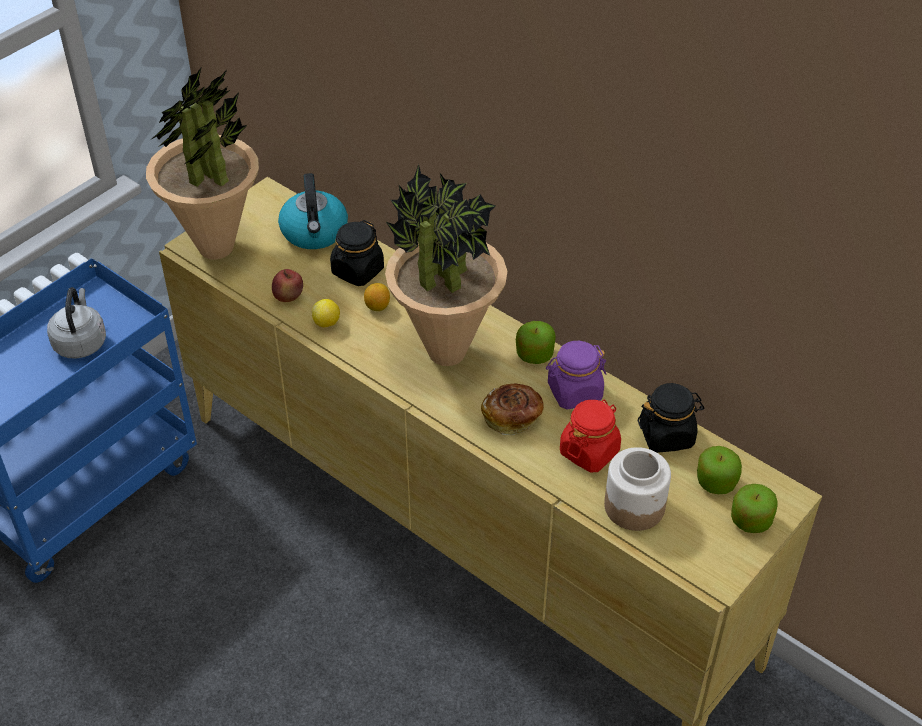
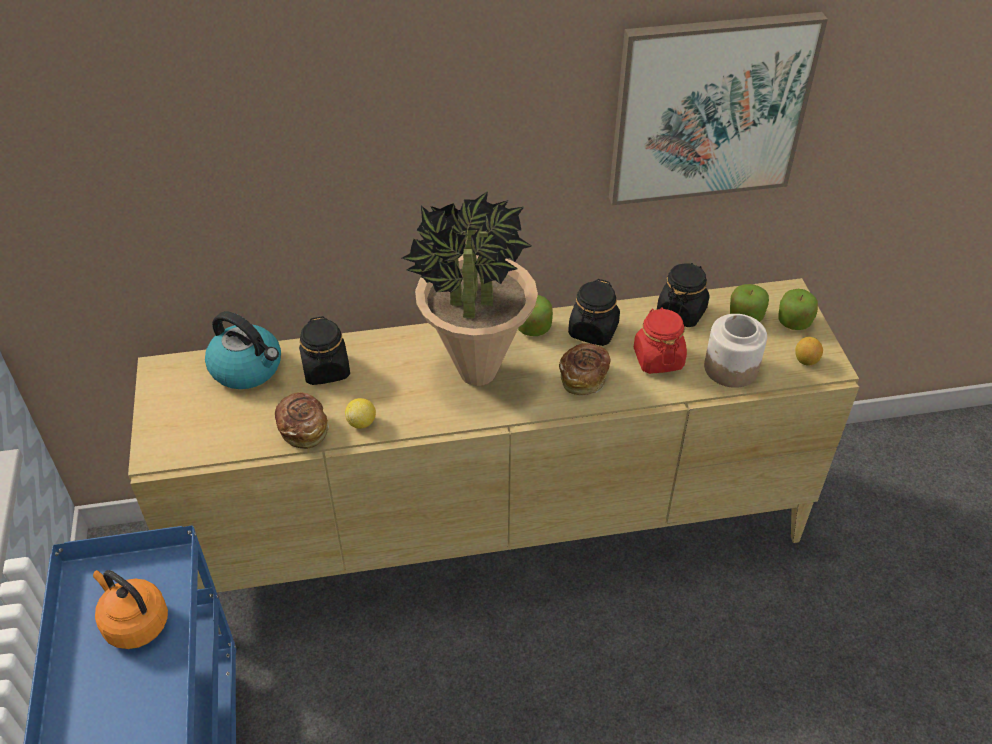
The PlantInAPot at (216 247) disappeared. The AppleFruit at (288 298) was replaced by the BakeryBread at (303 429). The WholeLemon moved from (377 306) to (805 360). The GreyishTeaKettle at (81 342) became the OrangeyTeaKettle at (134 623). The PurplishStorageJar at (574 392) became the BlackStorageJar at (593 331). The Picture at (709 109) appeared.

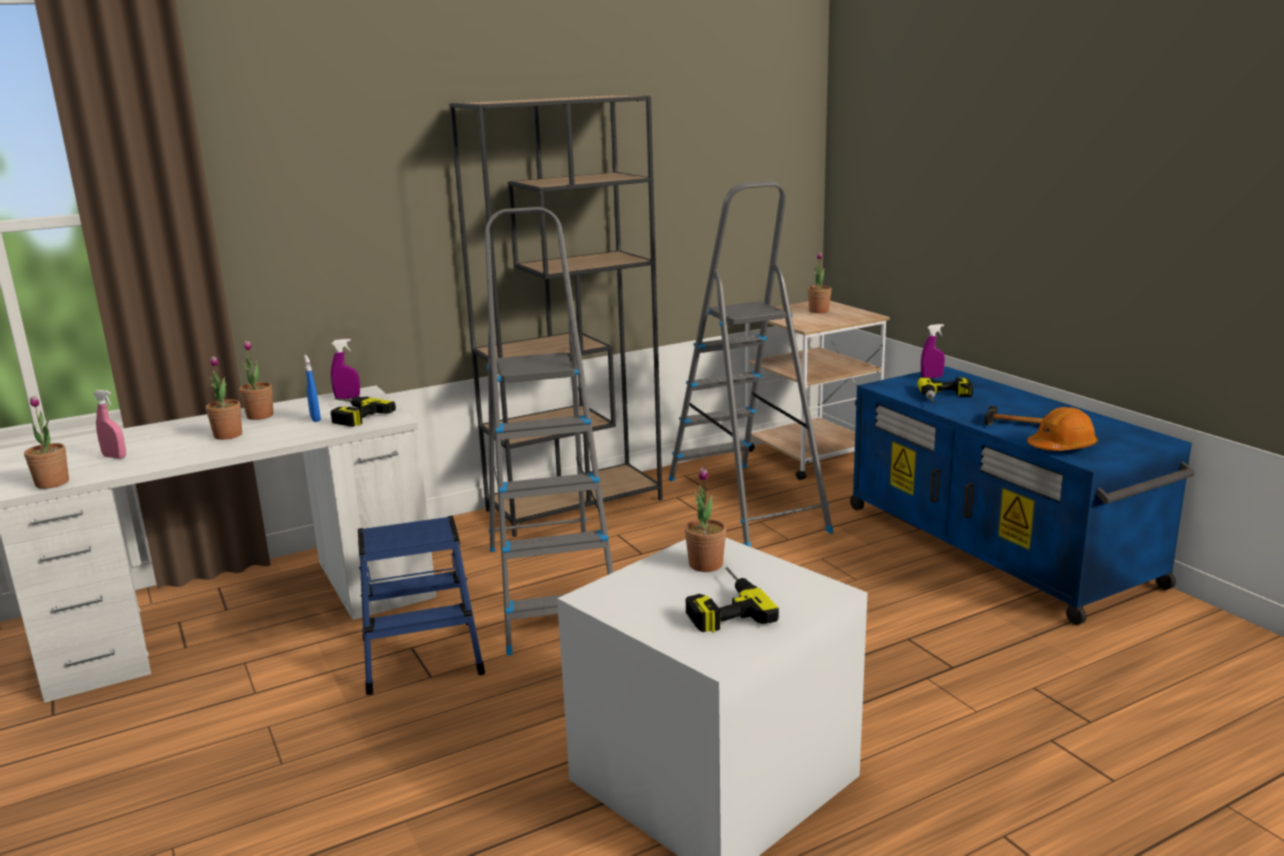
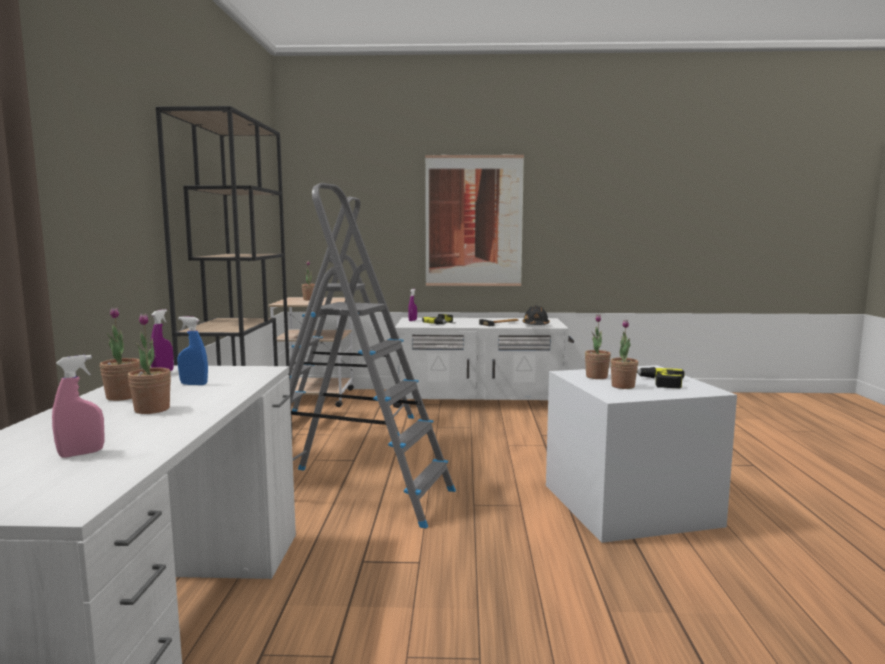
The BlueColouredCabinet at (997 546) became the WhiteCabinet at (480 399). The PlantInAPot moved from (52 483) to (623 386). The Drill at (350 415) disappeared. The OrangeyWorkHelmet at (1062 447) became the BlackWorkHelmet at (535 325). The BlueColouredStepLadder at (422 654) disappeared. The Picture at (473 221) appeared.

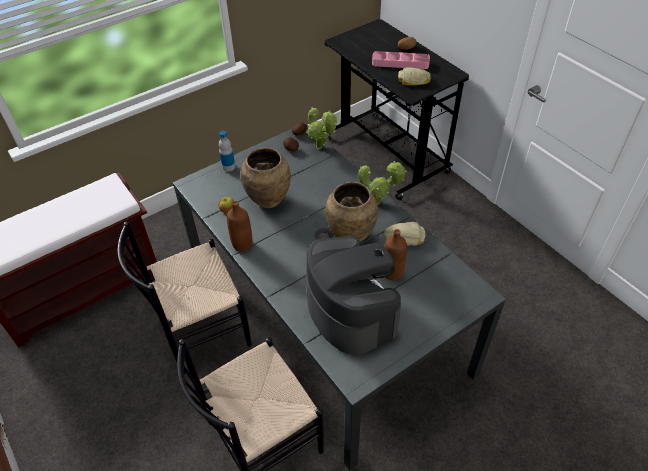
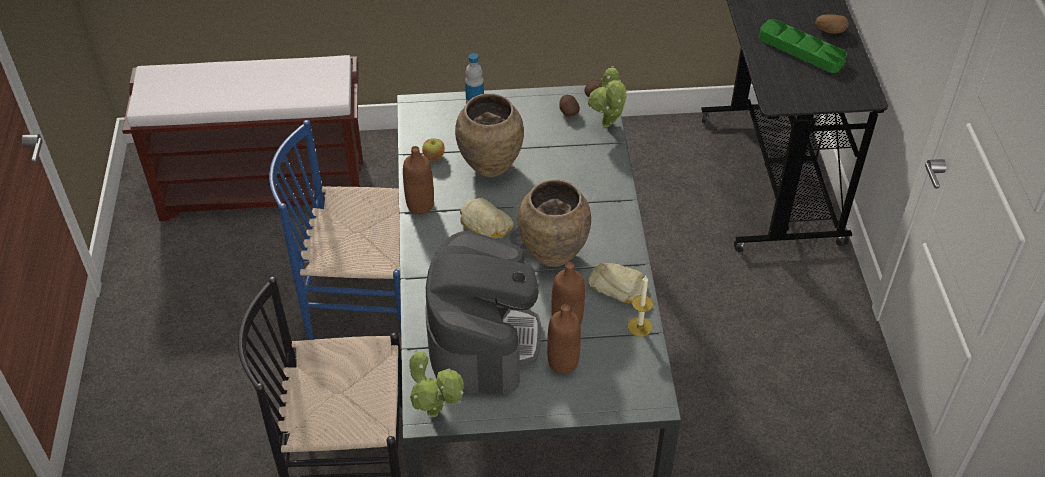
The PinkishServingTray at (400 63) became the GreenColouredServingTray at (801 50). The BakeryBread moved from (414 80) to (485 224). The PlantInAPot moved from (379 203) to (436 415). The BlackUprightChair at (199 330) became the BlueColouredUprightChair at (360 298). The WaxLight at (639 327) appeared. The BrownishDrinkBottle at (563 362) appeared.

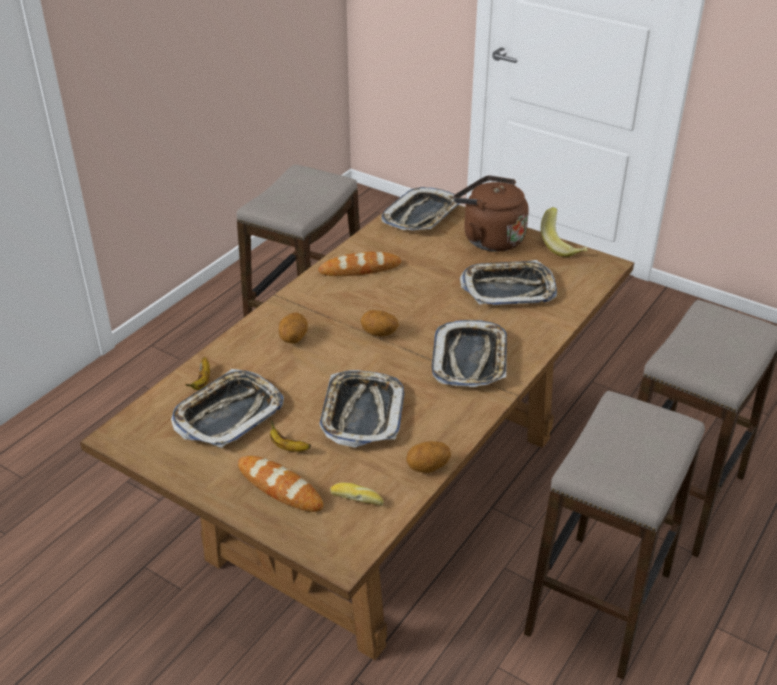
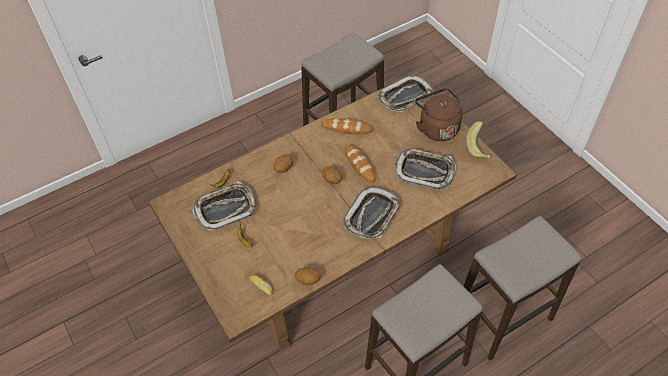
The ServingTray at (361 413) disappeared. The BakeryBread moved from (280 487) to (359 165).

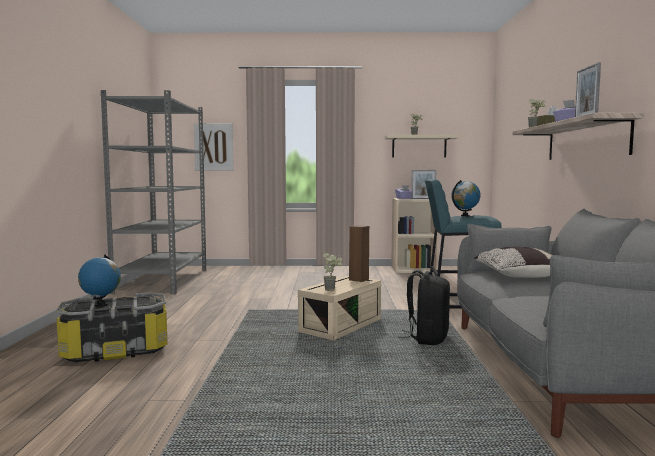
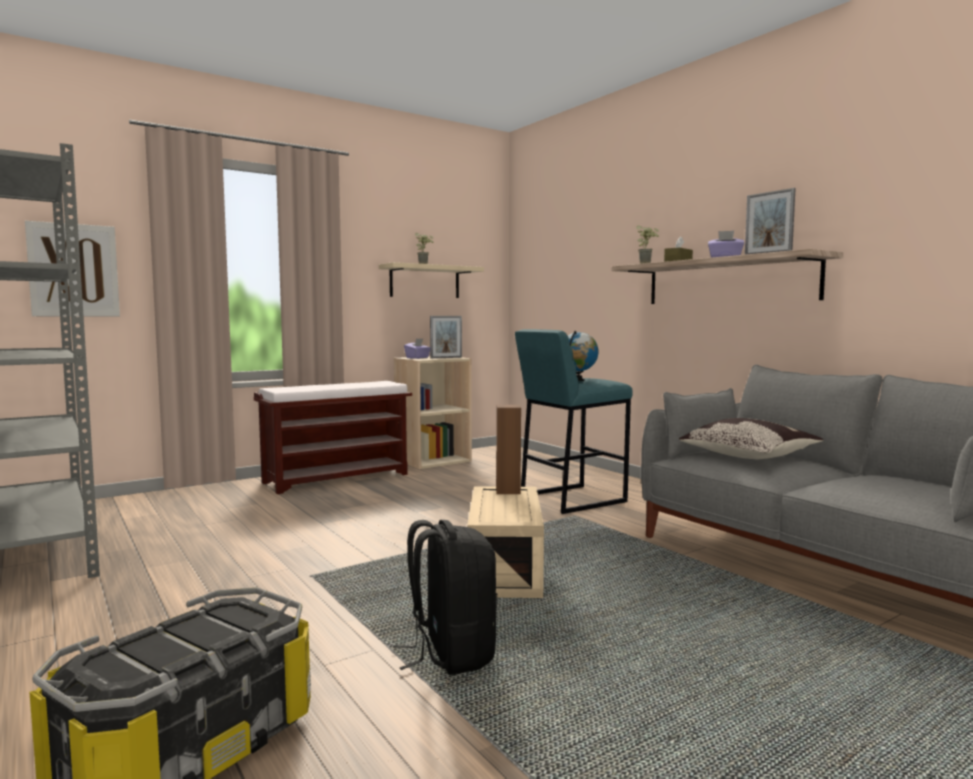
The PlantInAPot at (332 290) disappeared. The Globe at (101 305) disappeared. The BlackKnapsack moved from (427 338) to (450 653). The BrownishLongSeat at (337 478) appeared.

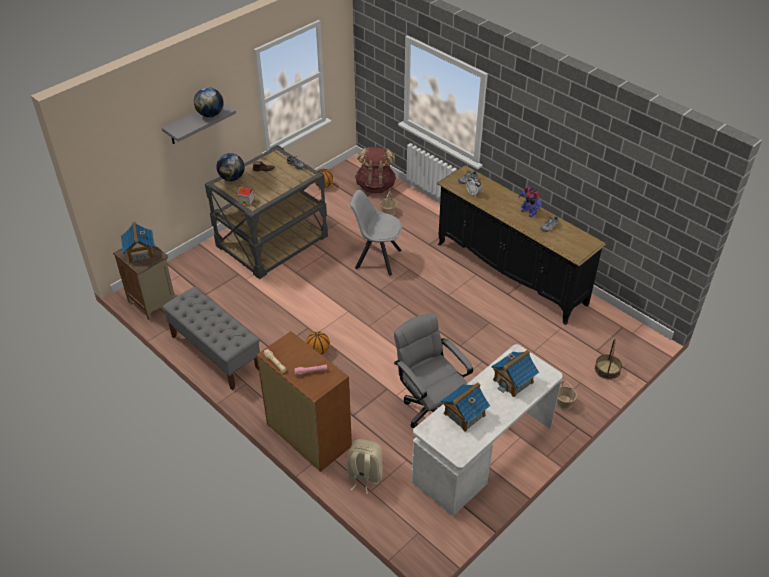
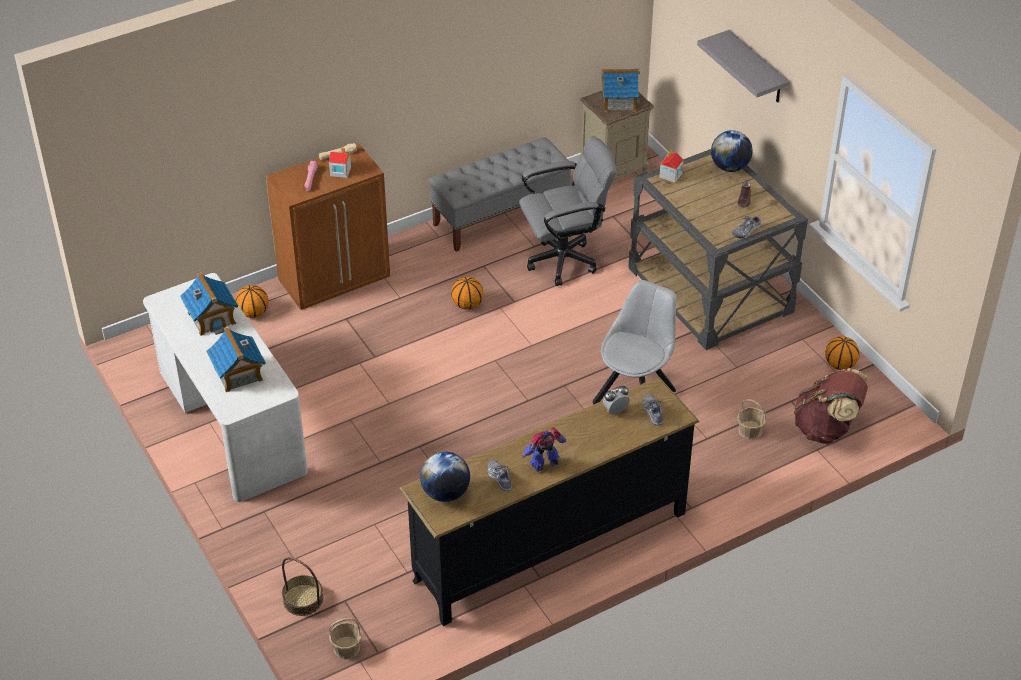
The Globe moved from (210 114) to (446 493). The GreyishOfficeChair moved from (428 409) to (565 260). The HouseholdBasket moved from (564 402) to (347 648). The BeigeColouredKnapsack at (364 476) was replaced by the BallForBasketball at (253 313). The MiniatureHouse at (340 171) appeared.

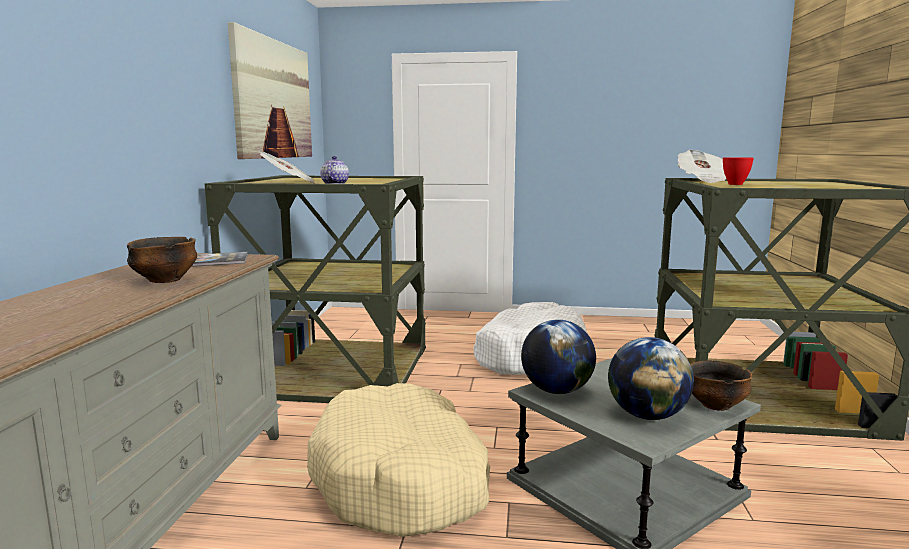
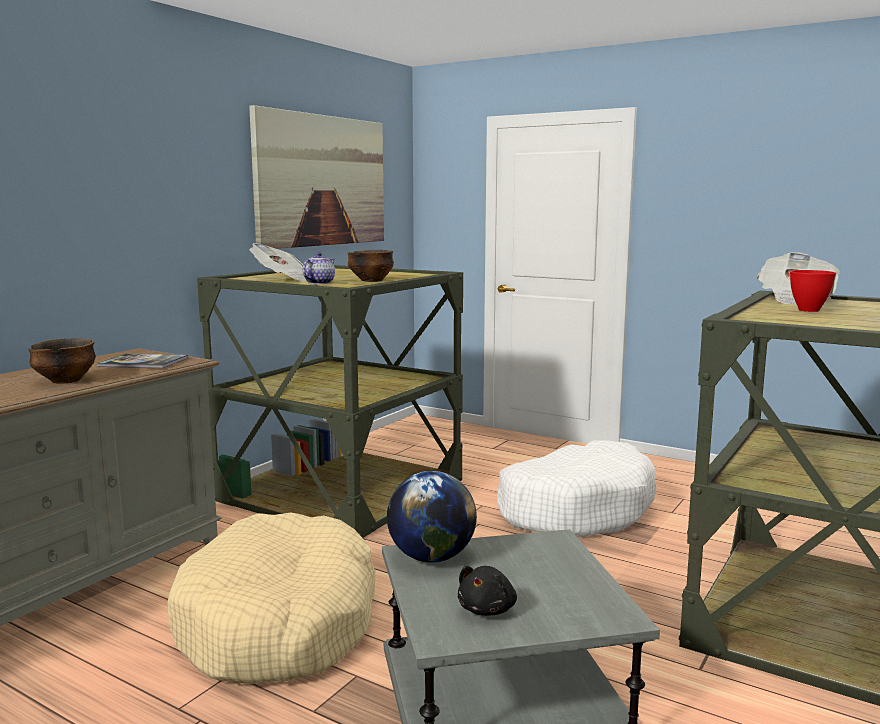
The Globe at (647 415) was replaced by the BlackCuddlyToy at (488 609). The Bowl moved from (715 406) to (371 281).

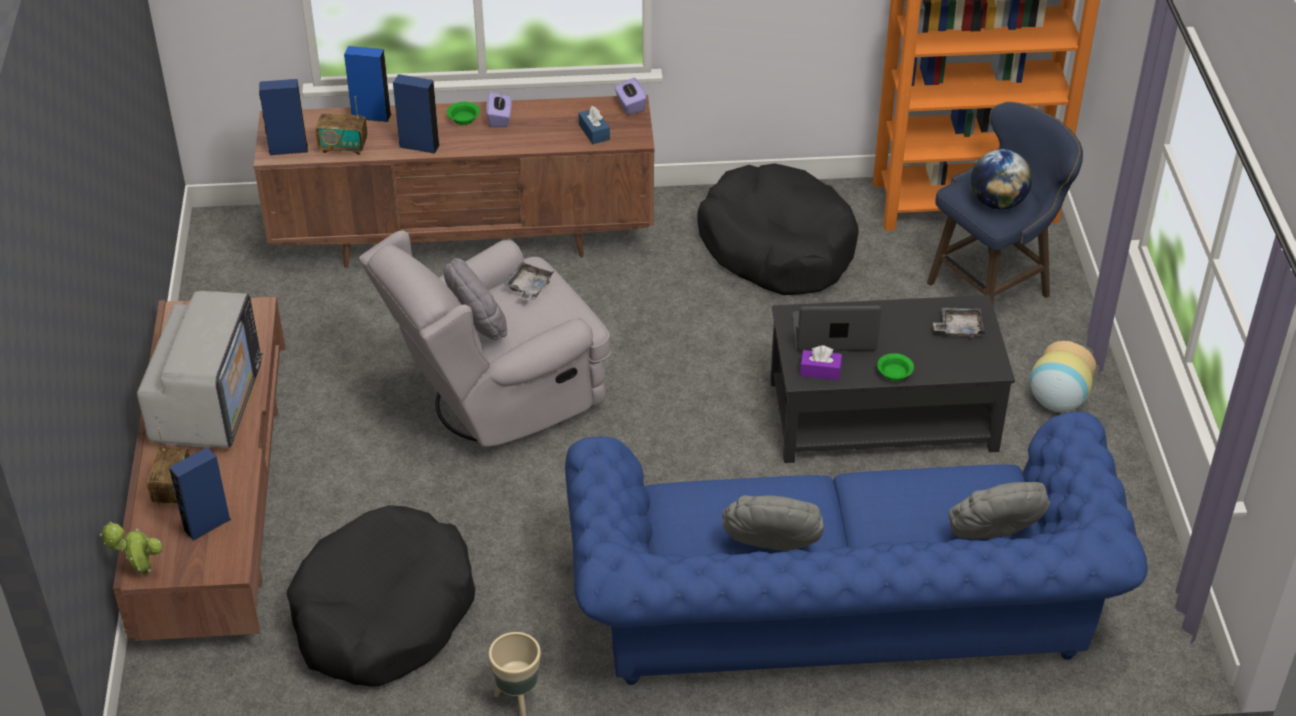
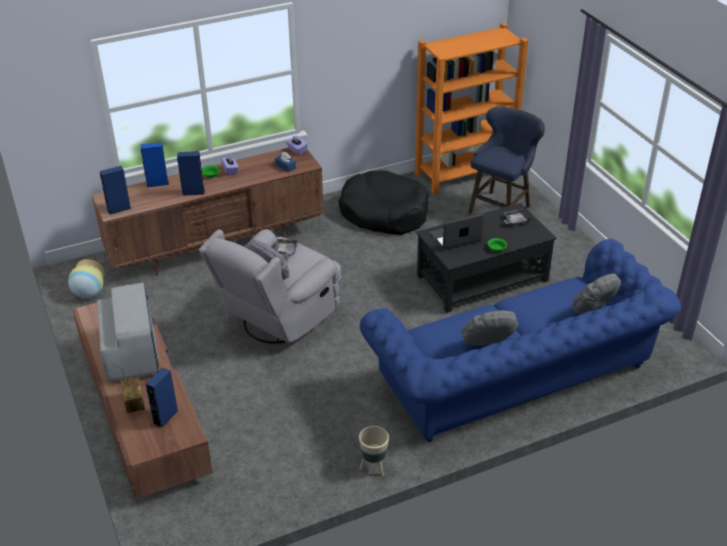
The RadioReceiver at (343 147) disappeared. The Globe at (997 203) disappeared. The DecorativeVase moved from (1057 401) to (88 293). The PurplishTissueHolder at (820 371) disappeared. The BlackPetBed at (383 614) disappeared. The PlantInAPot at (141 571) disappeared.

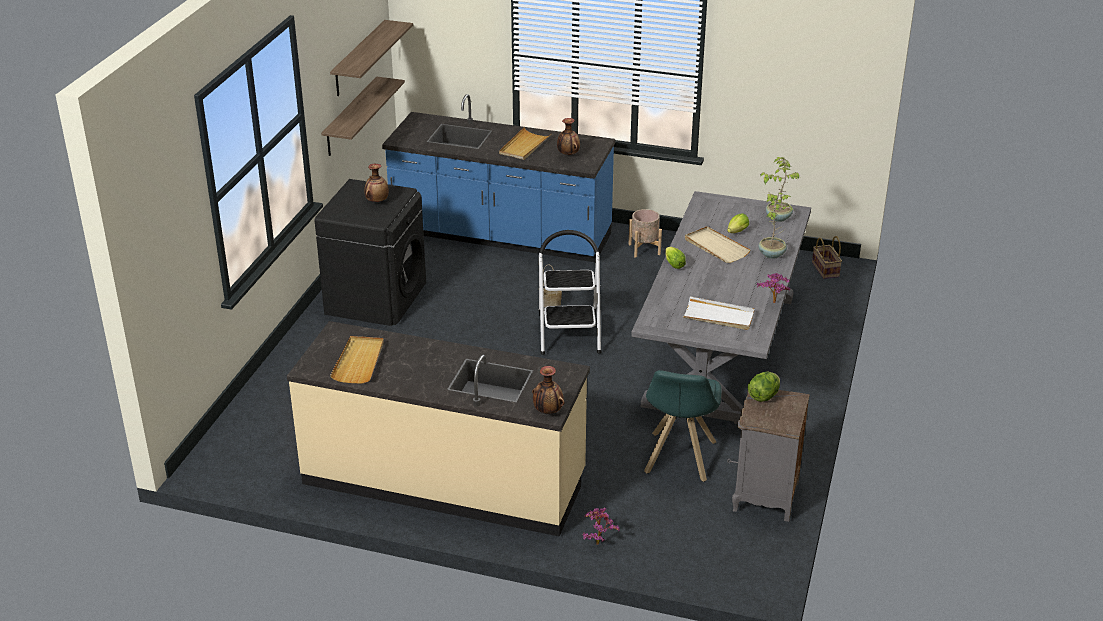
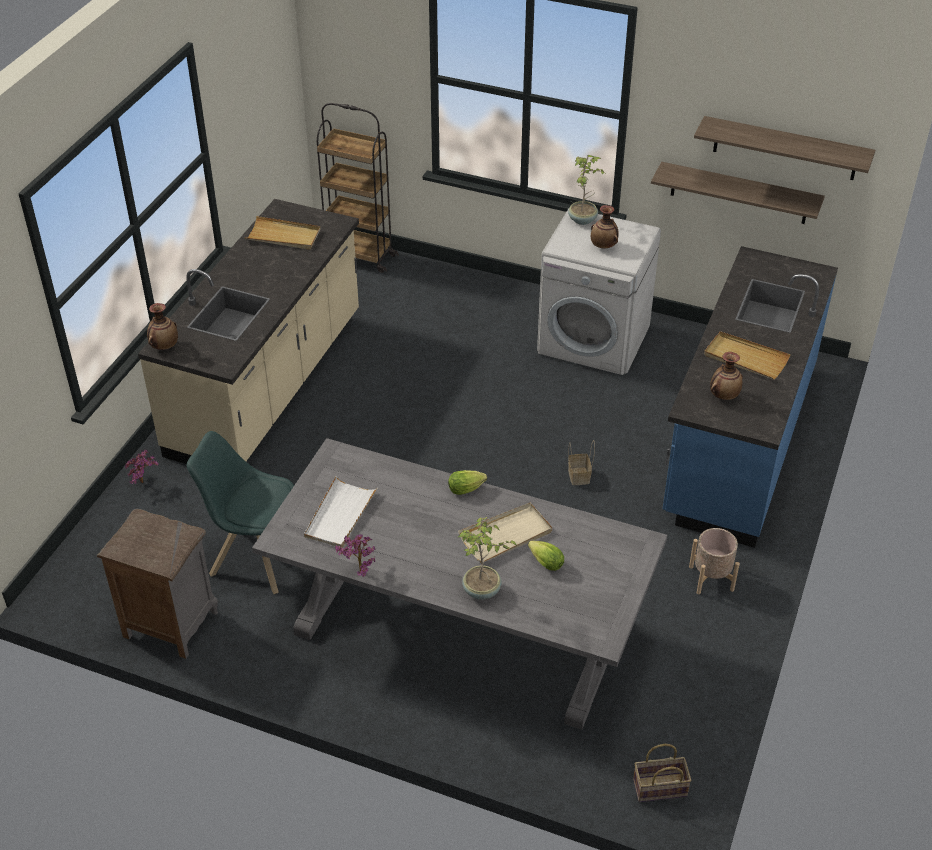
The PlantInAPot moved from (777 217) to (583 219). The BlackLaundryMachine at (378 297) became the WhiteLaundryMachine at (593 341). The StepLadder at (569 332) disappeared. The HeadOfLettuce at (763 396) disappeared. The BrownishTrolley at (360 257) appeared.

